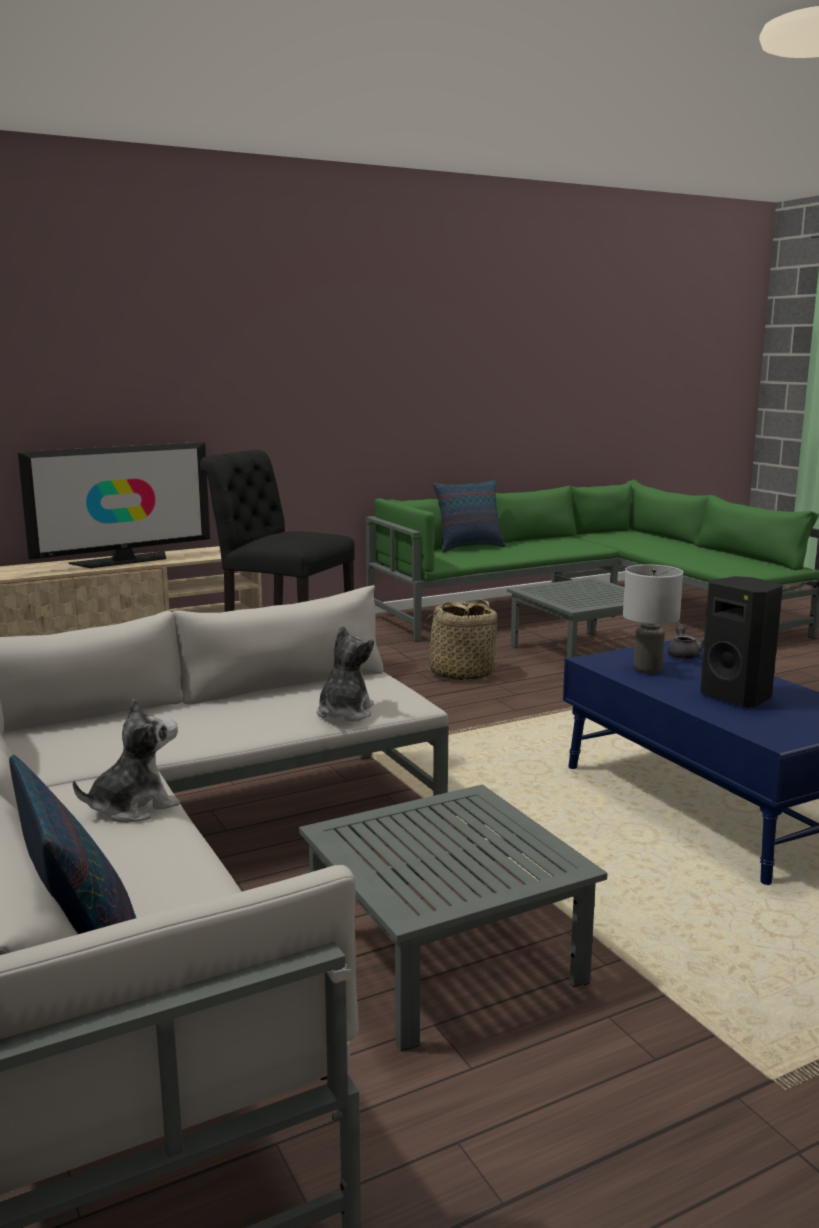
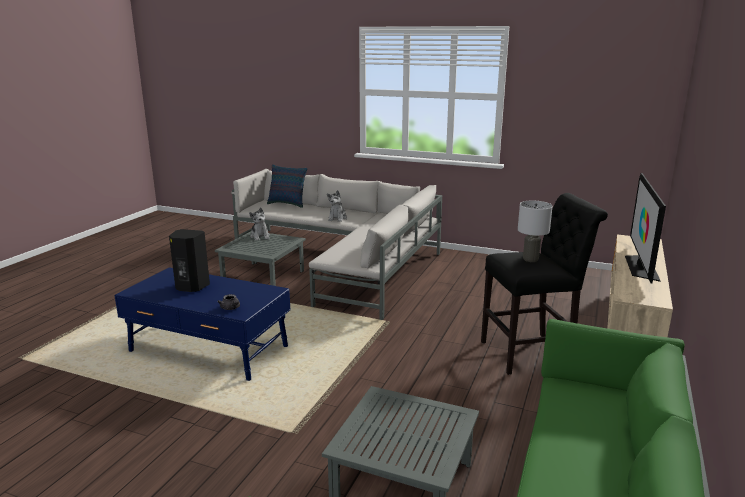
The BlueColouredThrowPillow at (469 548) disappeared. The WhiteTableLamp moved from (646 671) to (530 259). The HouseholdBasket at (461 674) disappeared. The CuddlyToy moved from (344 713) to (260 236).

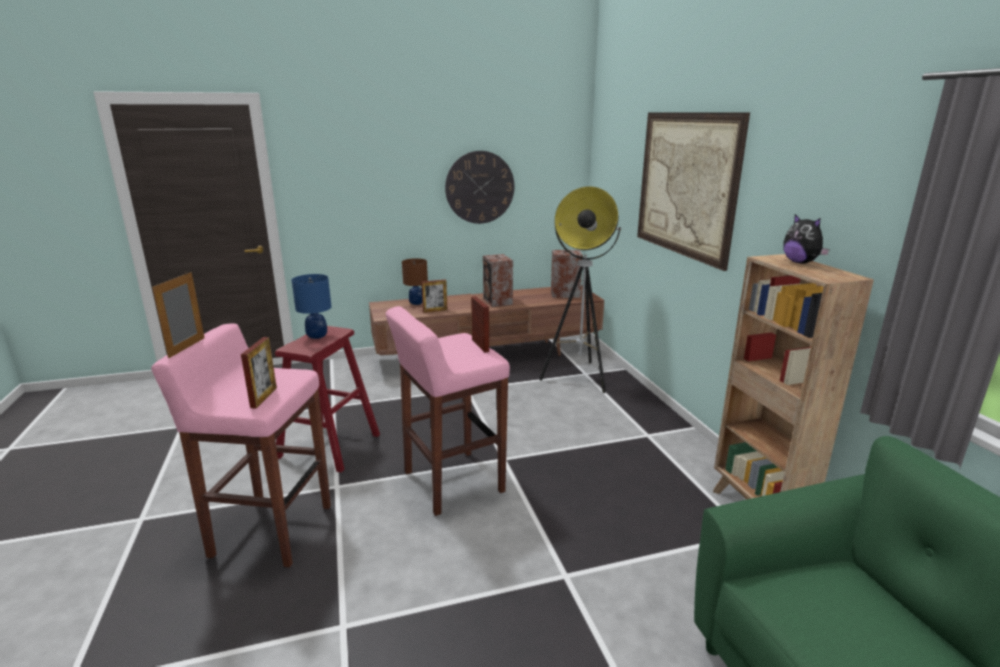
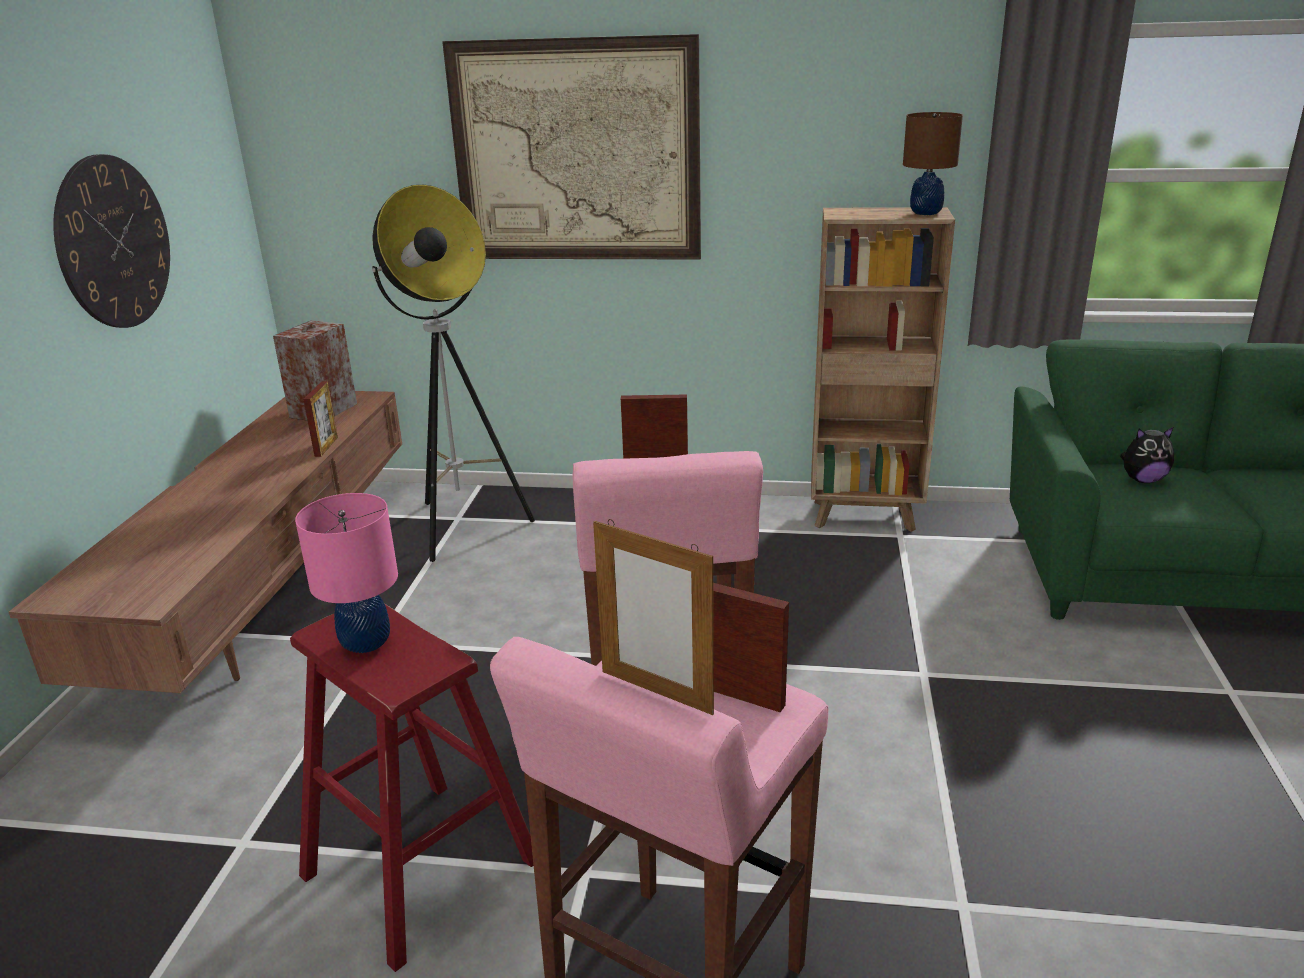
The CuddlyToy moved from (800 262) to (1142 480). The AudioSpeaker at (497 301) disappeared. The BrownishTableLamp moved from (417 303) to (927 213). The BlueColouredTableLamp at (316 337) became the PinkishTableLamp at (368 644). The PhotoFrame moved from (435 310) to (326 446).

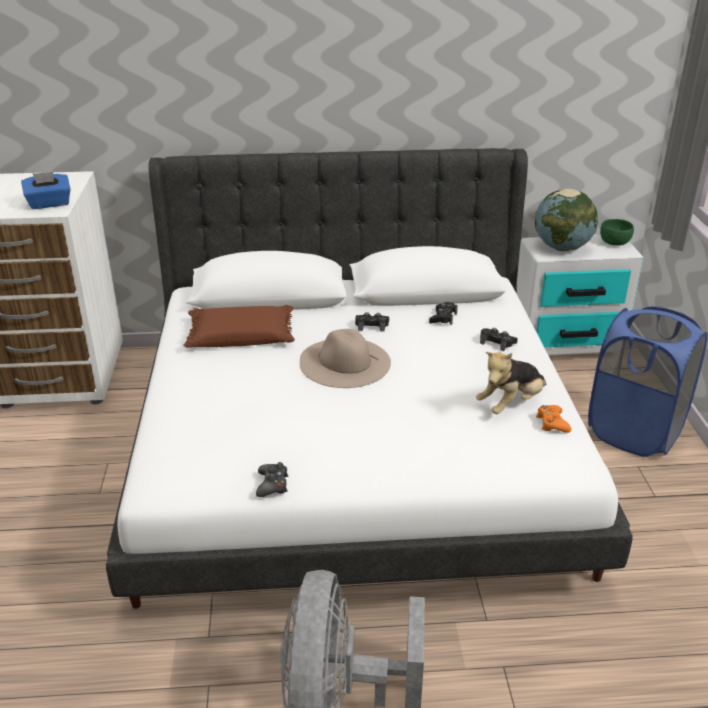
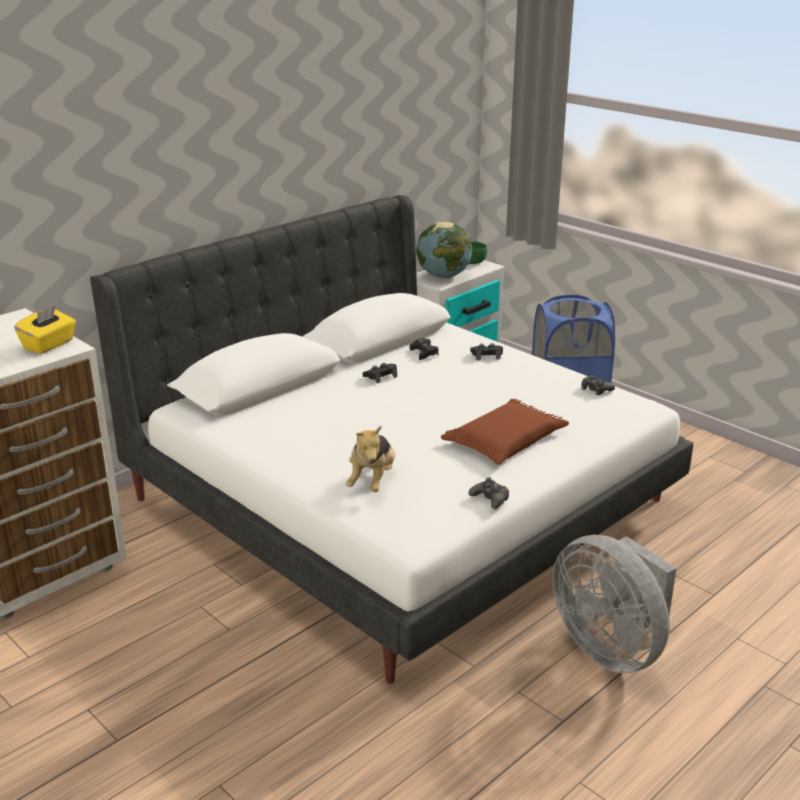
The BlueColouredTissueHolder at (49 204) became the YellowColouredTissueHolder at (49 345). The BrownishThrowPillow moved from (241 334) to (505 439). The BeigeColouredClothingHat at (344 362) disappeared. The CuddlyToy moved from (511 404) to (372 481). The OrangeyGamepad at (552 423) became the BlackGamepad at (595 389).

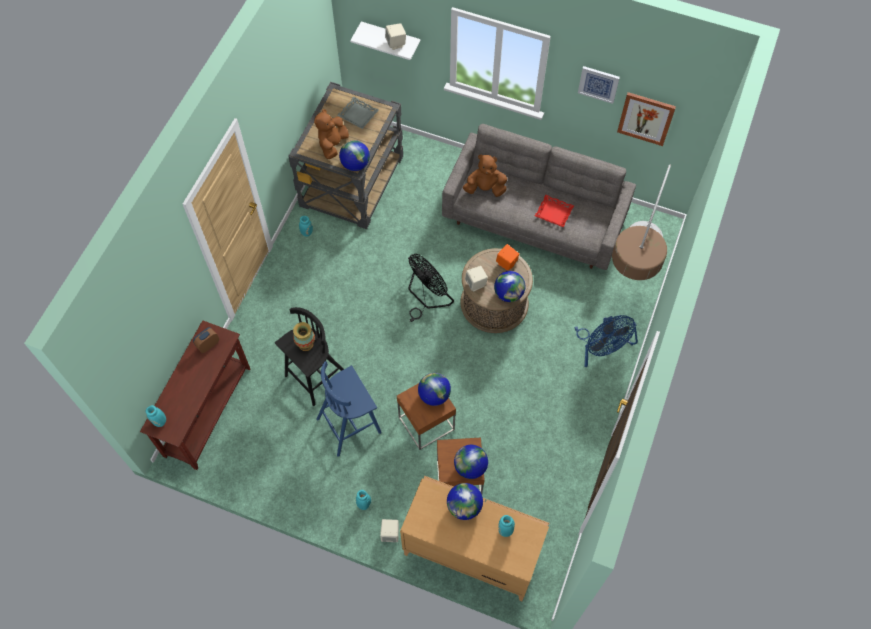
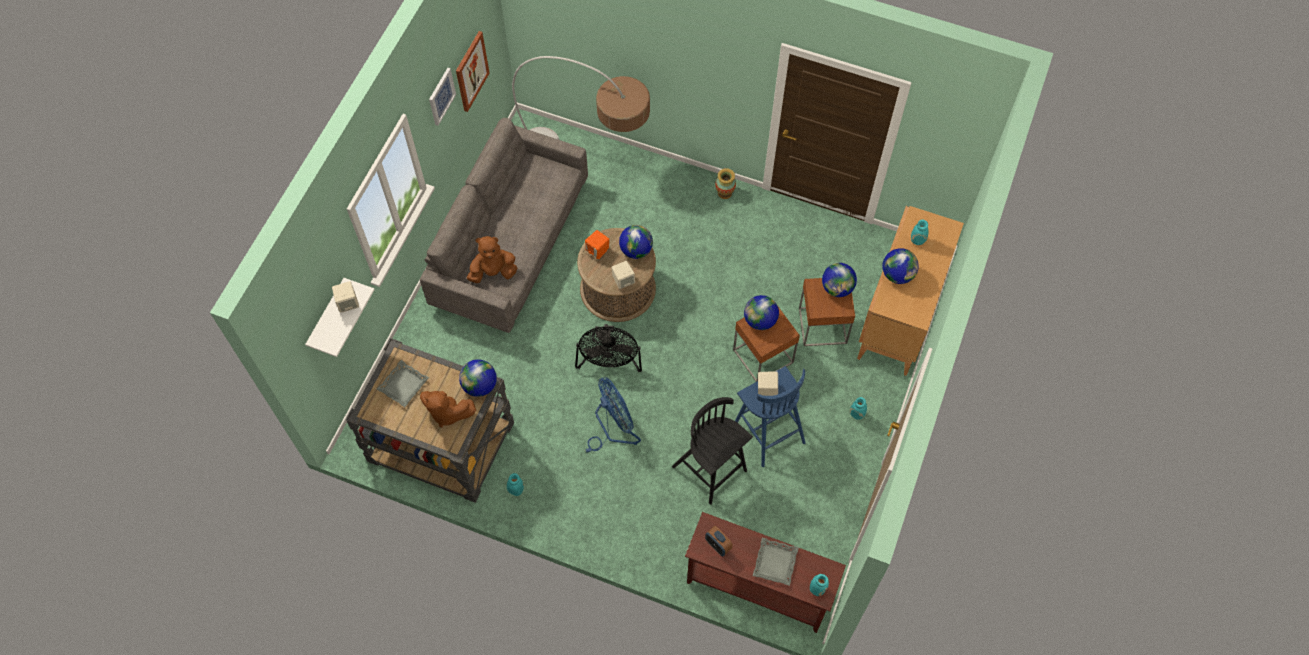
The BrownishCuddlyToy at (485 188) turned 75 degrees clockwise. The RedServingTray at (553 213) disappeared. The BlackFan at (425 296) turned 135 degrees counterclockwise. The BlueColouredFan moved from (601 347) to (611 425). The DecorativeVase moved from (306 344) to (724 192). The BeigeColouredAudioSpeaker moved from (390 533) to (766 389). The GreyishServingTray at (775 563) appeared.

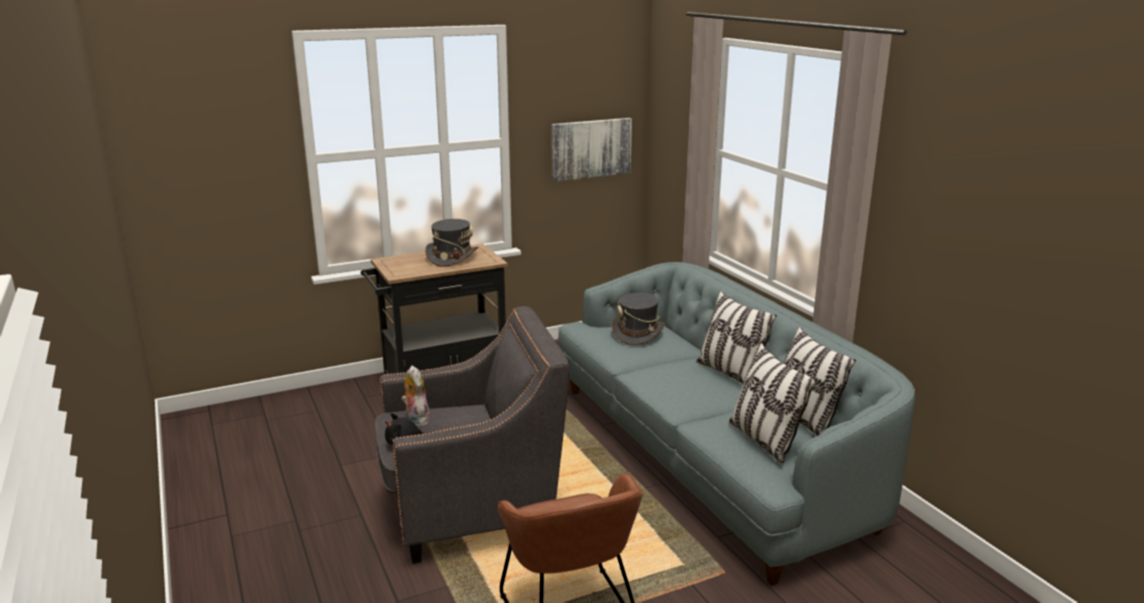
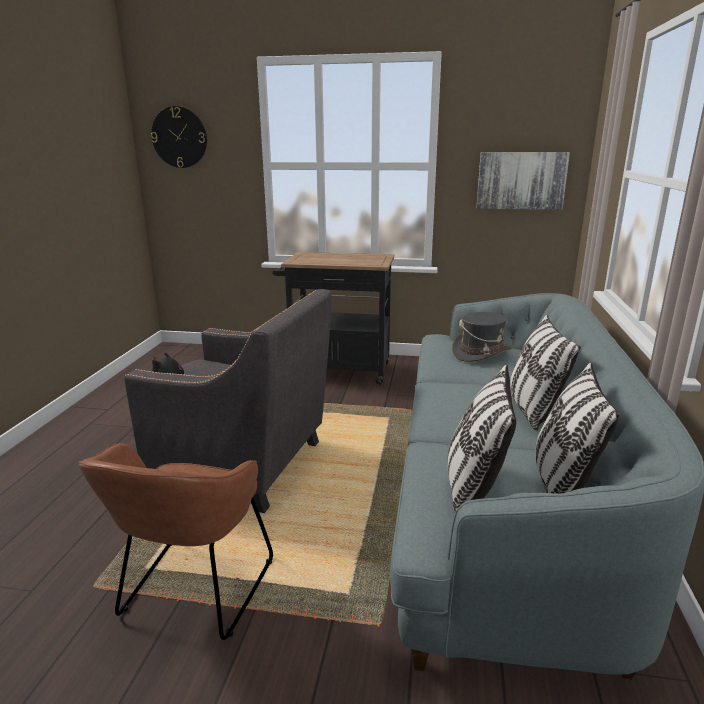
The GreyishClothingHat at (452 257) disappeared. The CuddlyToy at (416 420) disappeared. The HangingClock at (179 137) appeared.

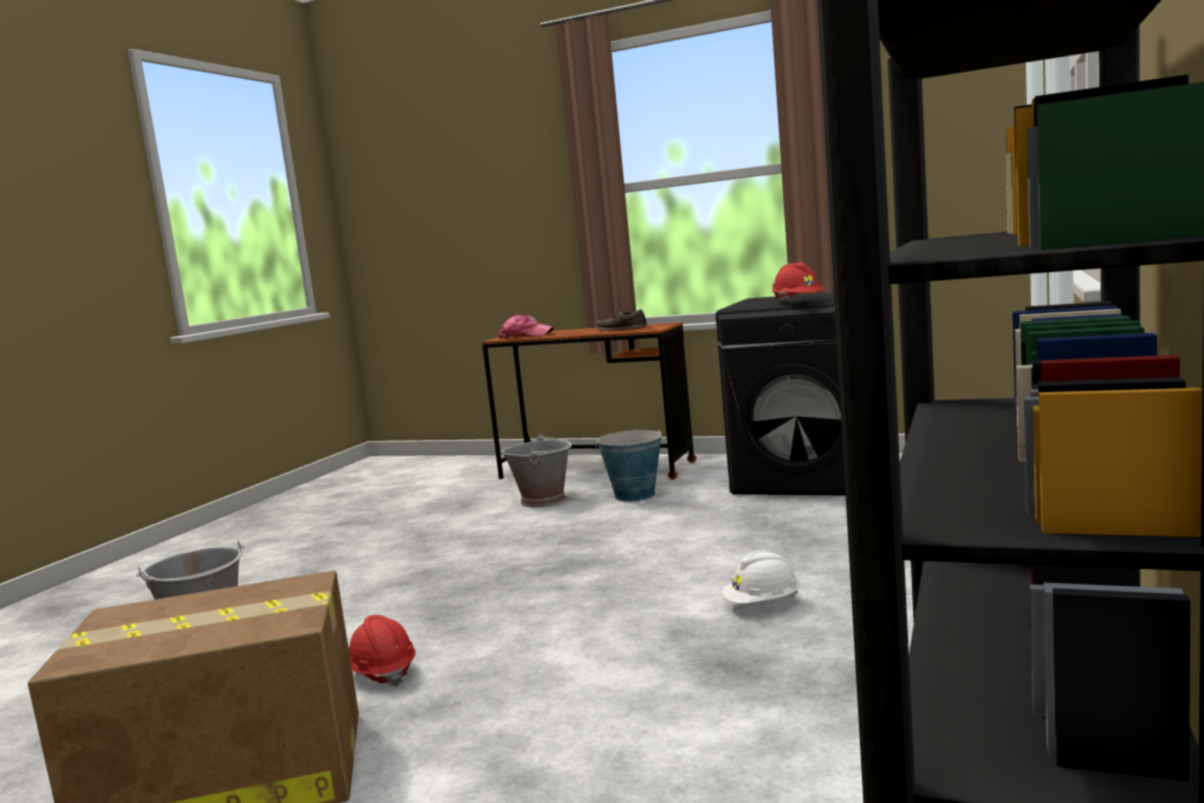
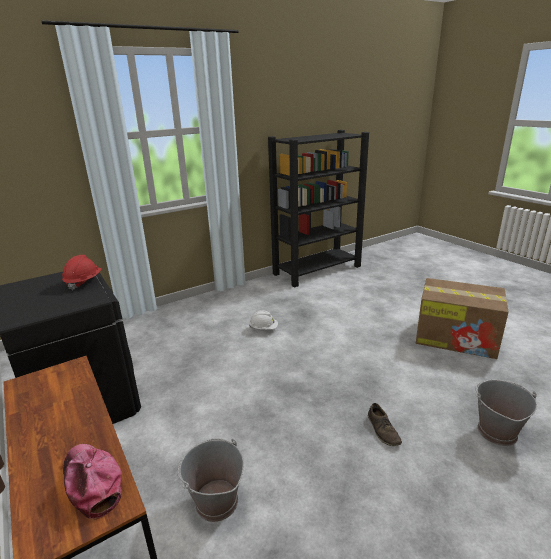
The BrownishLowShoe moved from (621 329) to (383 430). The WaterBucket at (634 495) disappeared. The RedWorkHelmet at (382 673) disappeared.

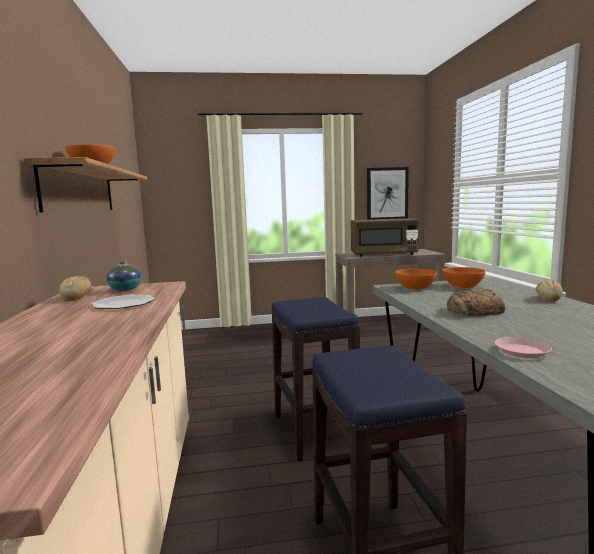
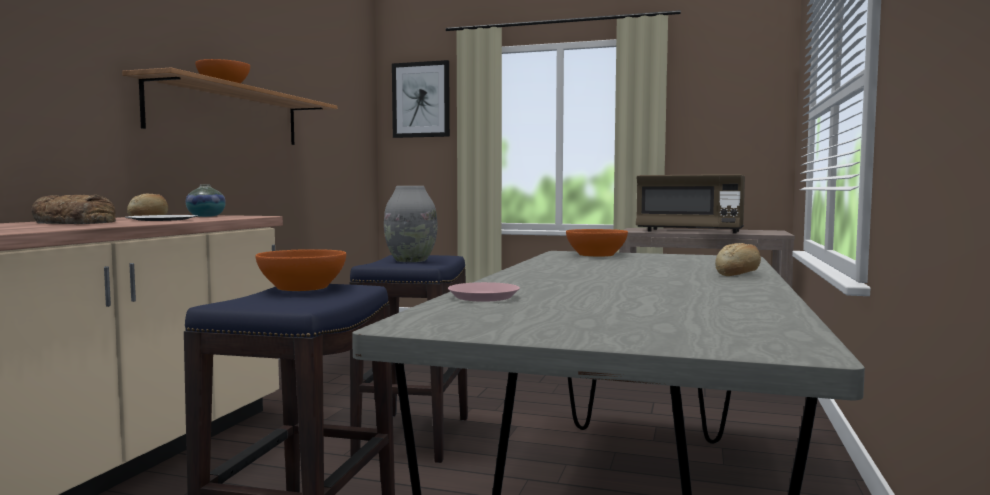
The Picture moved from (387 194) to (421 100). The OrangeyBowl moved from (462 285) to (302 287). The BakeryBread moved from (473 311) to (75 222). The GreyishDecorativeVase at (410 260) appeared.

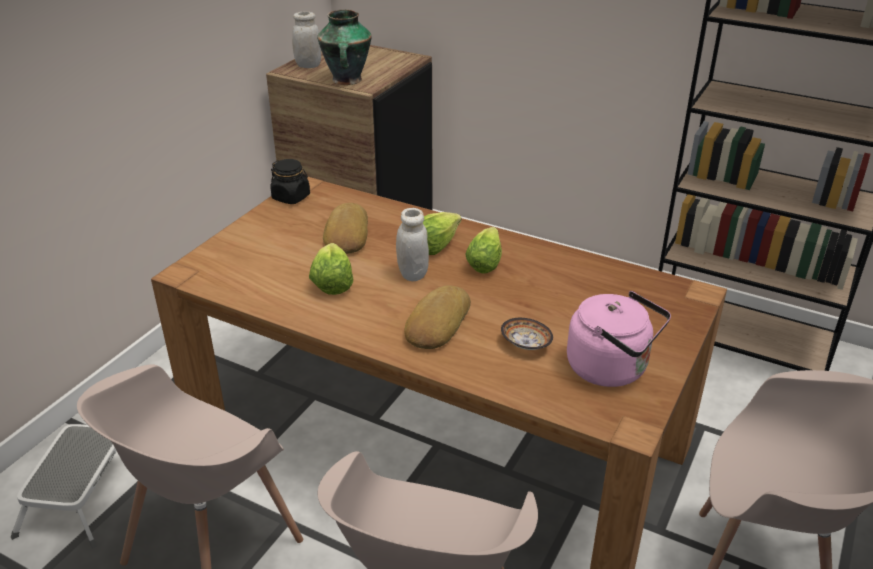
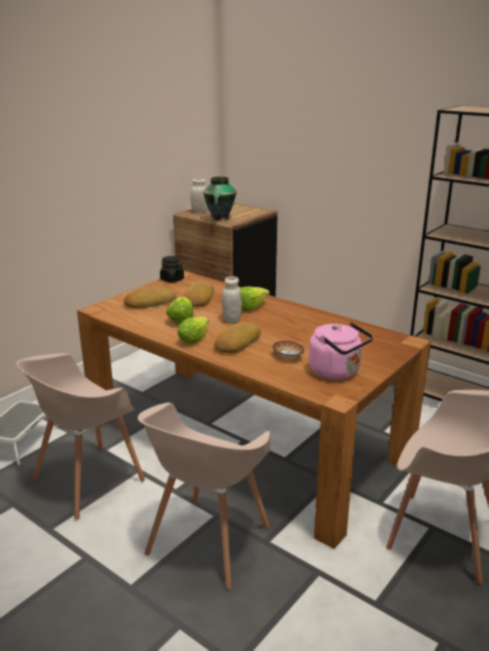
The HeadOfLettuce moved from (486 260) to (195 338). The BakeryBread at (149 302) appeared.

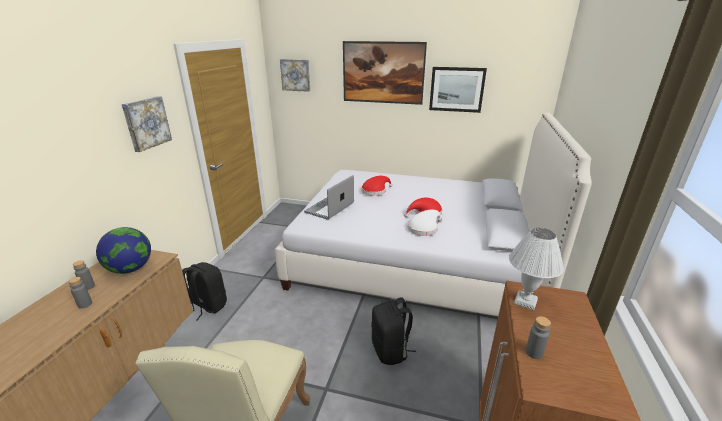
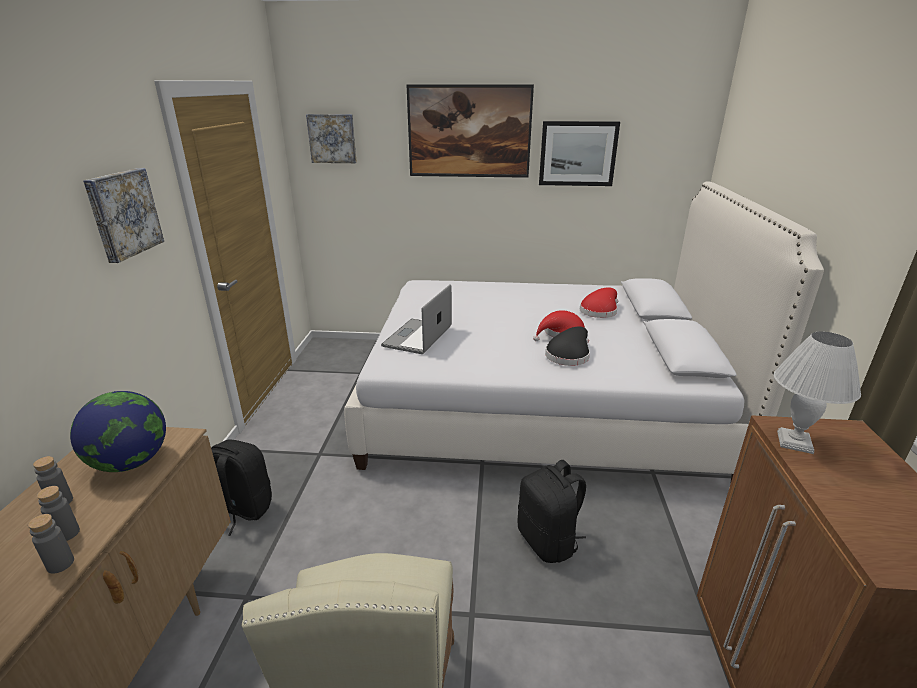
The RedClothingHat moved from (375 191) to (599 311). The WhiteClothingHat at (424 228) became the BlackClothingHat at (568 355). The GreyishDrinkBottle moved from (534 352) to (60 564).

